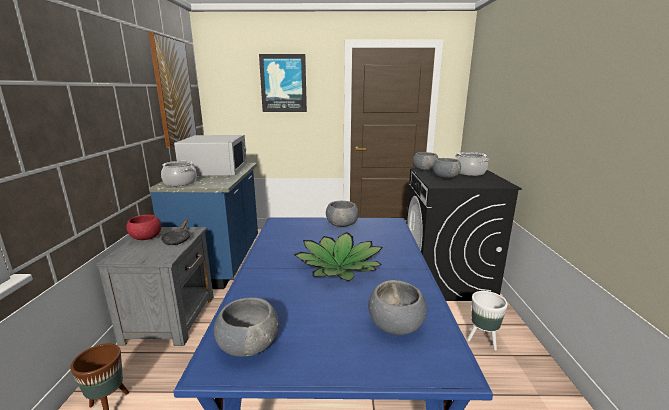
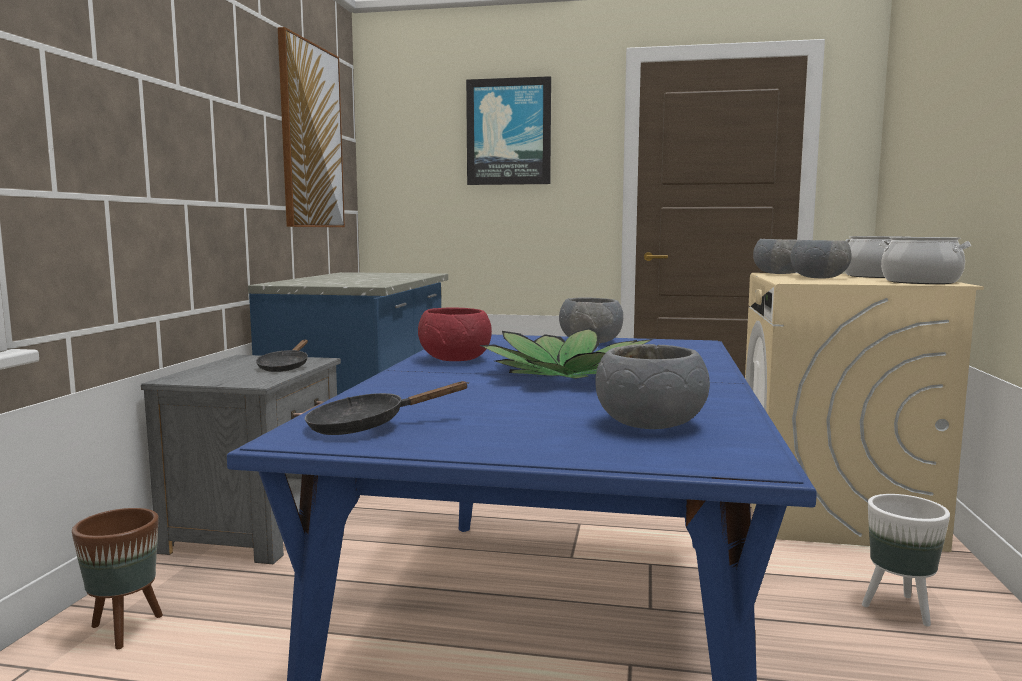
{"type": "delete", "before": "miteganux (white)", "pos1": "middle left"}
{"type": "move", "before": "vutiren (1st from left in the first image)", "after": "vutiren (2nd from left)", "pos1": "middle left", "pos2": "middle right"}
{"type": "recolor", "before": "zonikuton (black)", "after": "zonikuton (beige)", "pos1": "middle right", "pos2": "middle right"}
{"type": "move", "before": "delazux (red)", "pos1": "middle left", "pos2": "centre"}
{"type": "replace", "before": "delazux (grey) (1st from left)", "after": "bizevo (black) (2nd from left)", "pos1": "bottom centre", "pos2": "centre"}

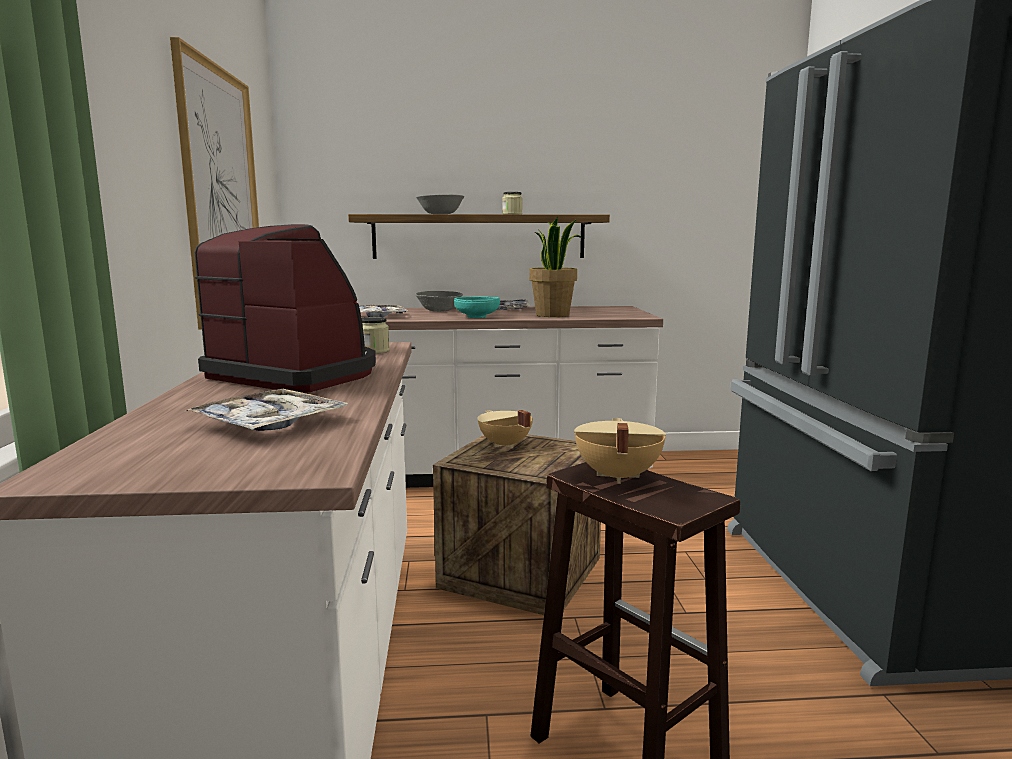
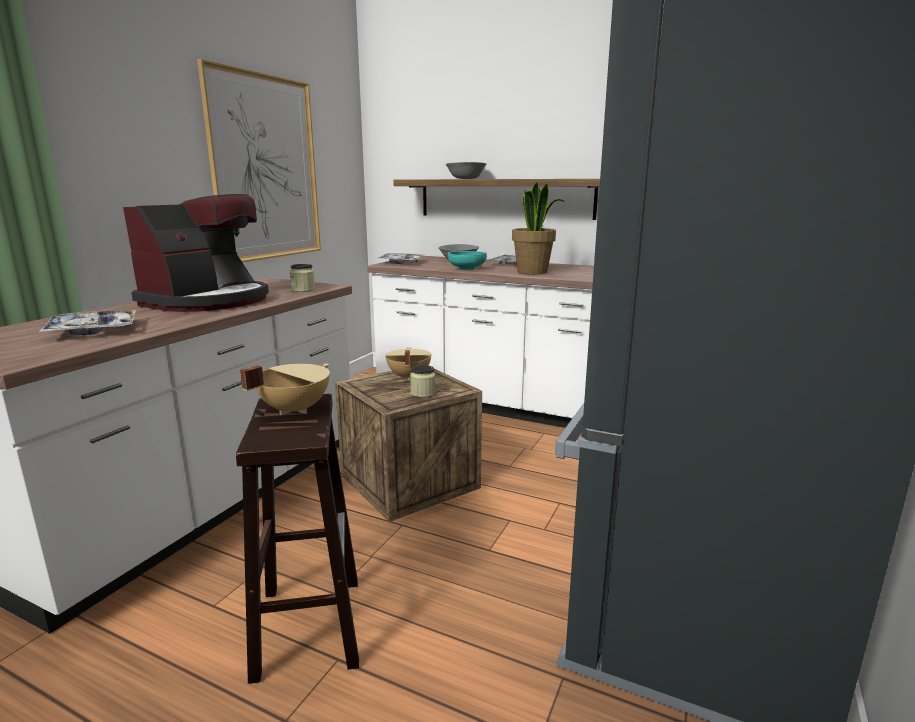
{"type": "move", "before": "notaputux (2nd from left)", "pos1": "top centre", "pos2": "centre"}
{"type": "rotate", "before": "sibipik", "pos1": "middle left", "pos2": "middle left", "turn": 60}

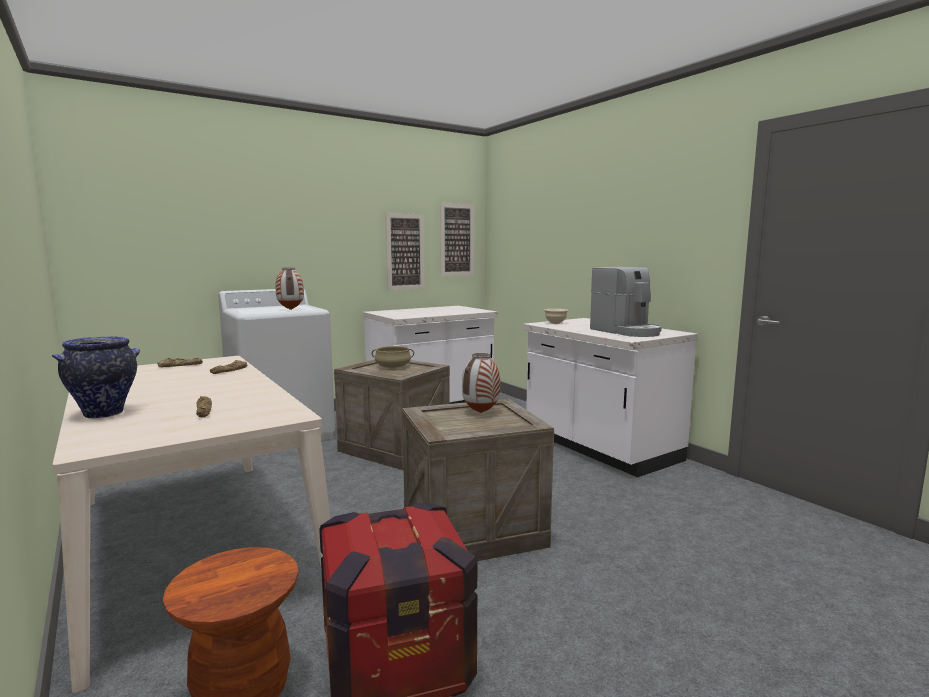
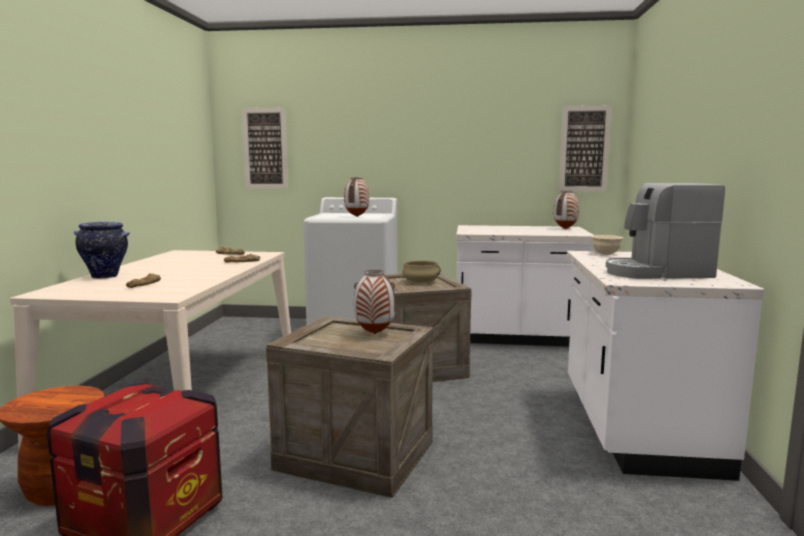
{"type": "move", "before": "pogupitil (1st from left)", "pos1": "centre", "pos2": "top left"}
{"type": "rotate", "before": "sibipik", "pos1": "middle right", "pos2": "middle right", "turn": 75}
{"type": "insert", "after": "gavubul (4th from left)", "pos2": "middle right"}

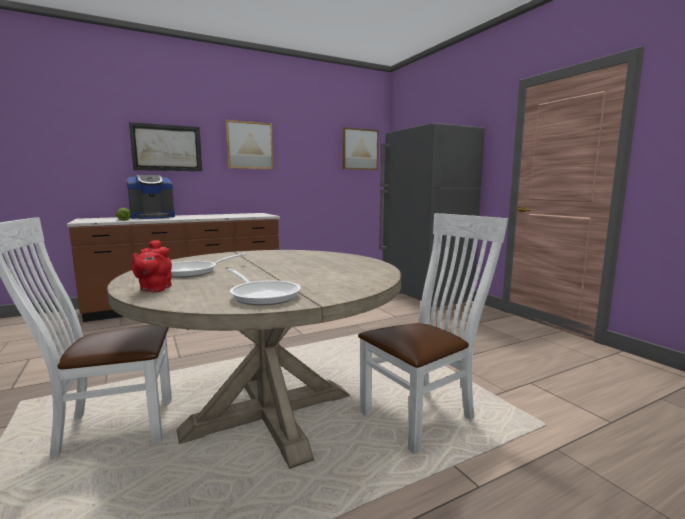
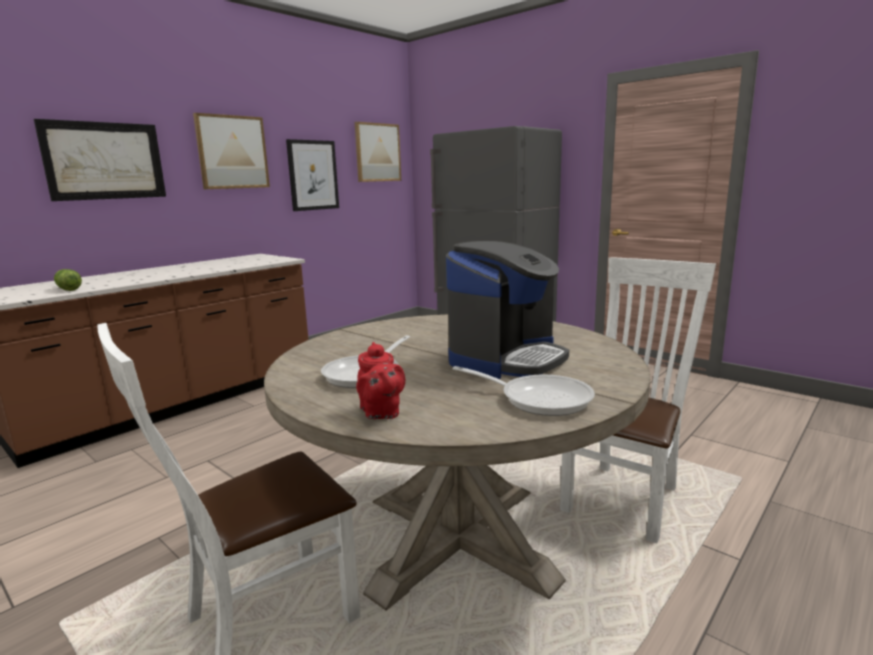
{"type": "move", "before": "sibipik", "pos1": "middle left", "pos2": "centre"}
{"type": "insert", "after": "pogupitil (3rd from left)", "pos2": "top centre"}

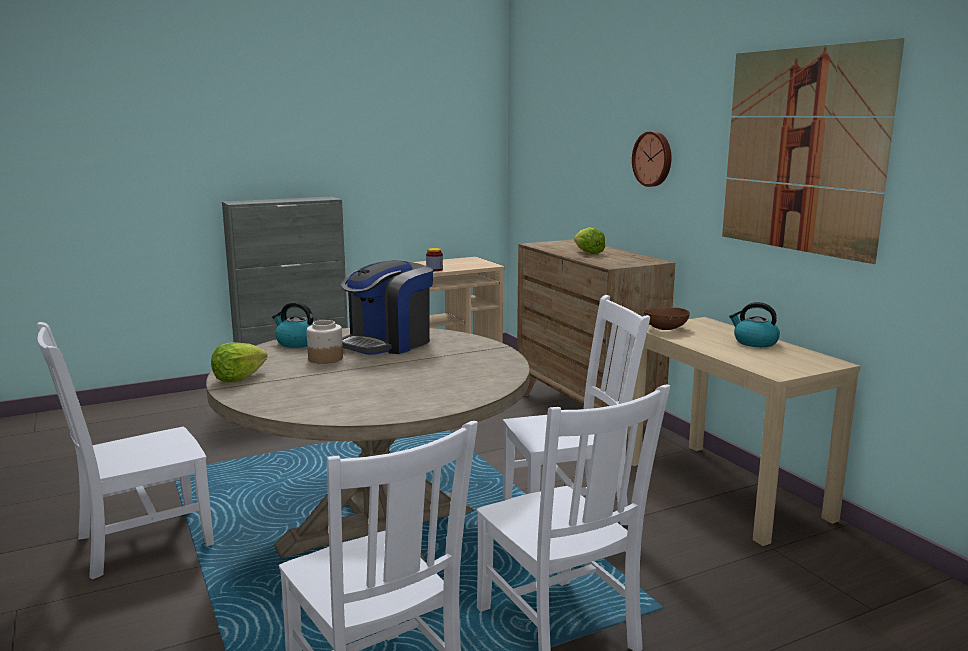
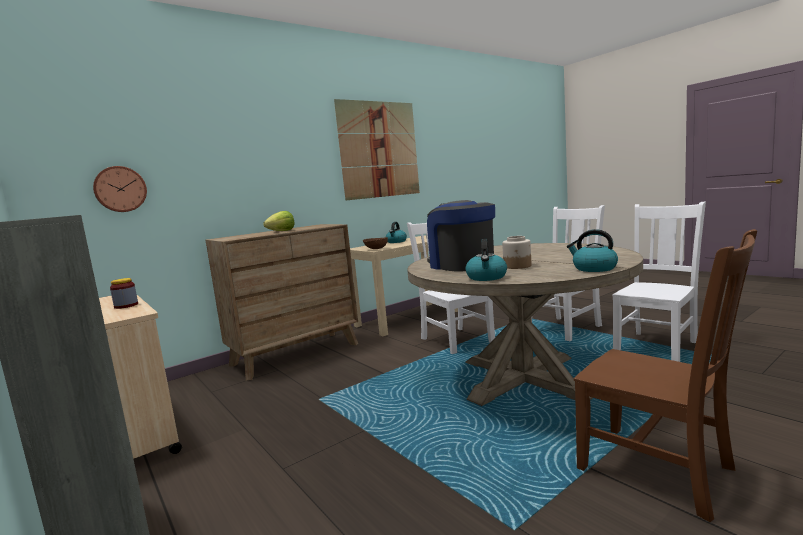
{"type": "move", "before": "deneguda", "pos1": "top right", "pos2": "middle left"}
{"type": "rotate", "before": "sibipik", "pos1": "centre", "pos2": "centre", "turn": -150}
{"type": "recolor", "before": "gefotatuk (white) (1st from left)", "after": "gefotatuk (brown)", "pos1": "bottom left", "pos2": "bottom right"}
{"type": "replace", "before": "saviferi (1st from left)", "after": "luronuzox (3rd from left)", "pos1": "middle left", "pos2": "middle right"}

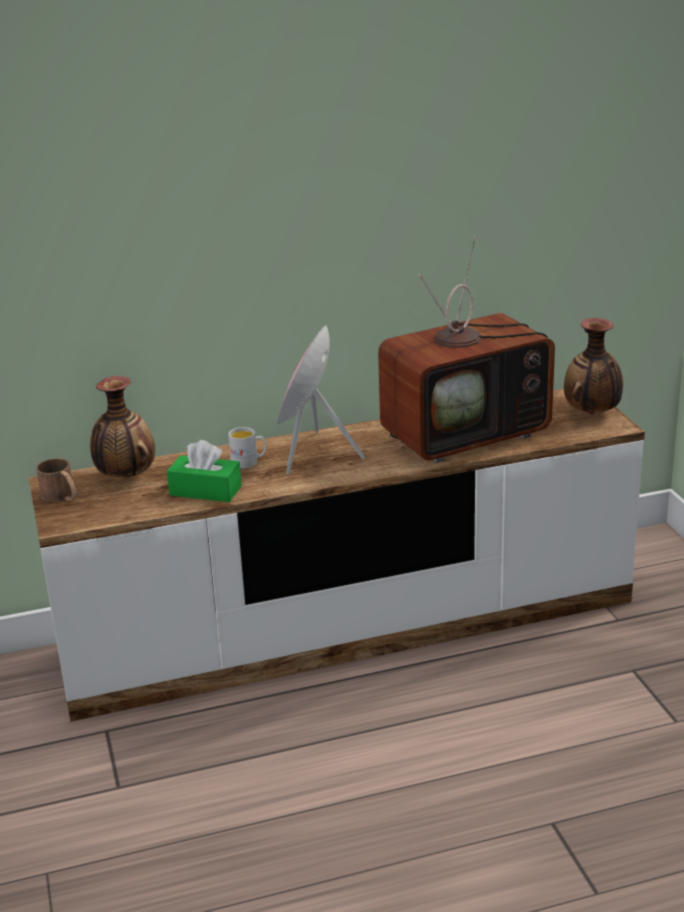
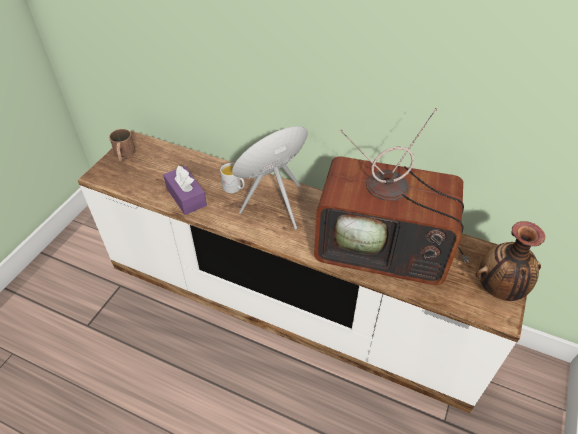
{"type": "delete", "before": "gavubul (1st from left)", "pos1": "middle left"}
{"type": "recolor", "before": "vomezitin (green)", "after": "vomezitin (purple)", "pos1": "middle left", "pos2": "middle left"}

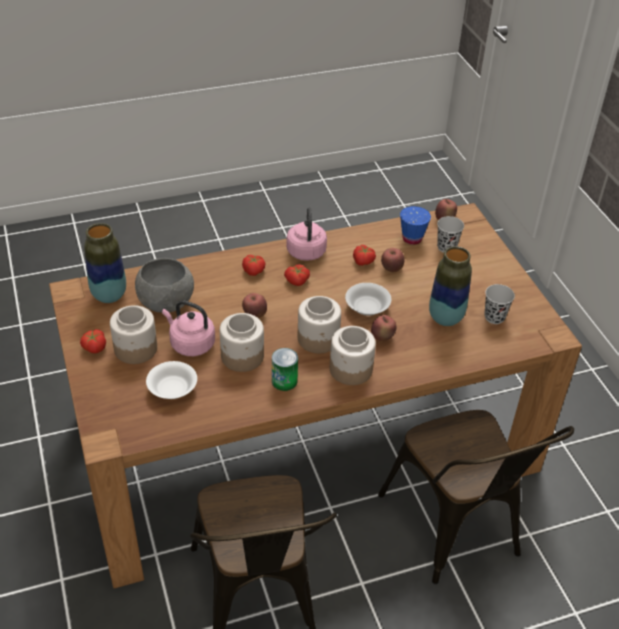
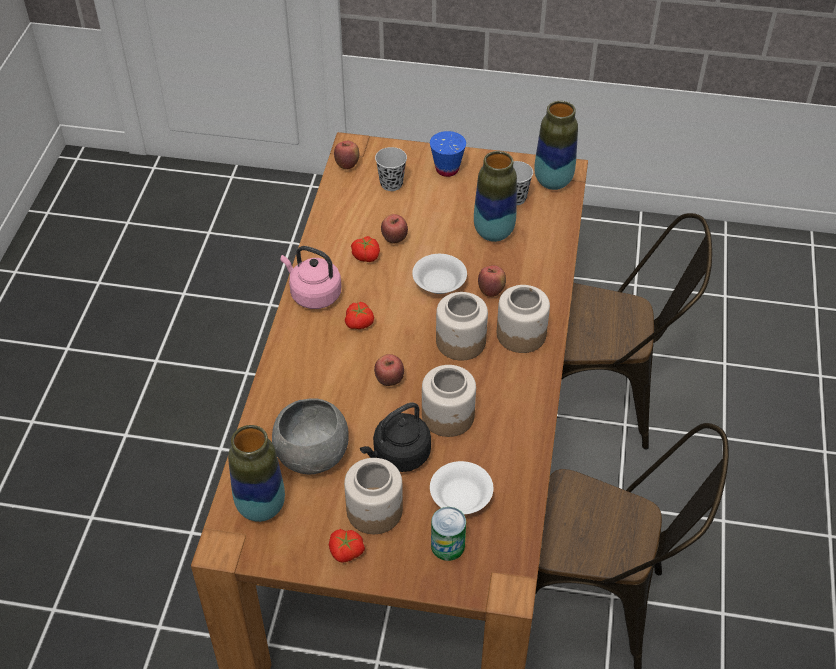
{"type": "move", "before": "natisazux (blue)", "pos1": "middle right", "pos2": "top centre"}
{"type": "delete", "before": "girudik (2nd from left)", "pos1": "centre"}
{"type": "recolor", "before": "luronuzox (pink) (1st from left)", "after": "luronuzox (black)", "pos1": "middle left", "pos2": "centre"}
{"type": "move", "before": "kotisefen", "pos1": "centre", "pos2": "bottom centre"}
{"type": "insert", "after": "gavubul (3rd from left)", "pos2": "top centre"}

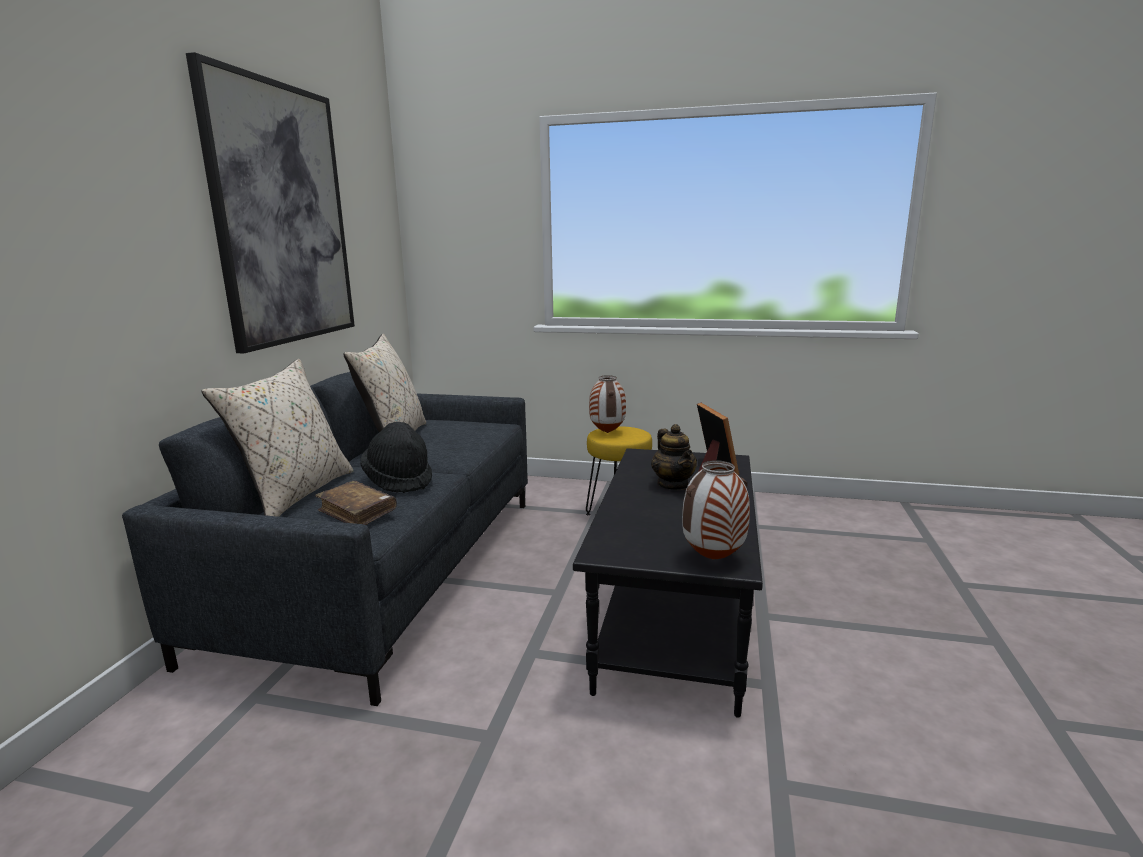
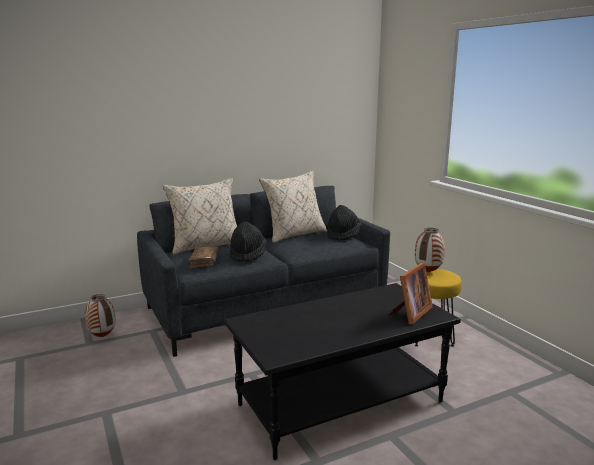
{"type": "delete", "before": "pogupitil", "pos1": "top left"}
{"type": "delete", "before": "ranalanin", "pos1": "centre"}
{"type": "move", "before": "gavubul (2nd from left in the first image)", "after": "gavubul (1st from left)", "pos1": "centre", "pos2": "bottom left"}
{"type": "insert", "after": "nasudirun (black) (2nd from left)", "pos2": "centre"}

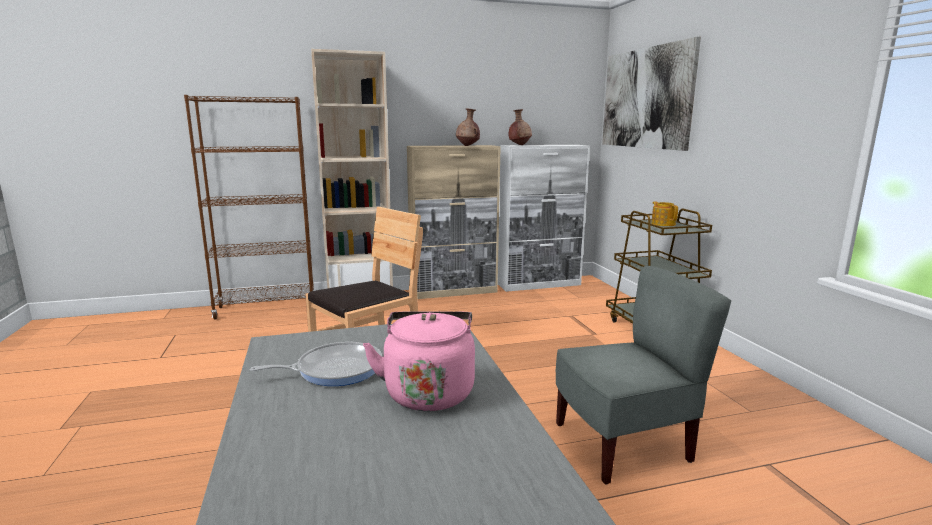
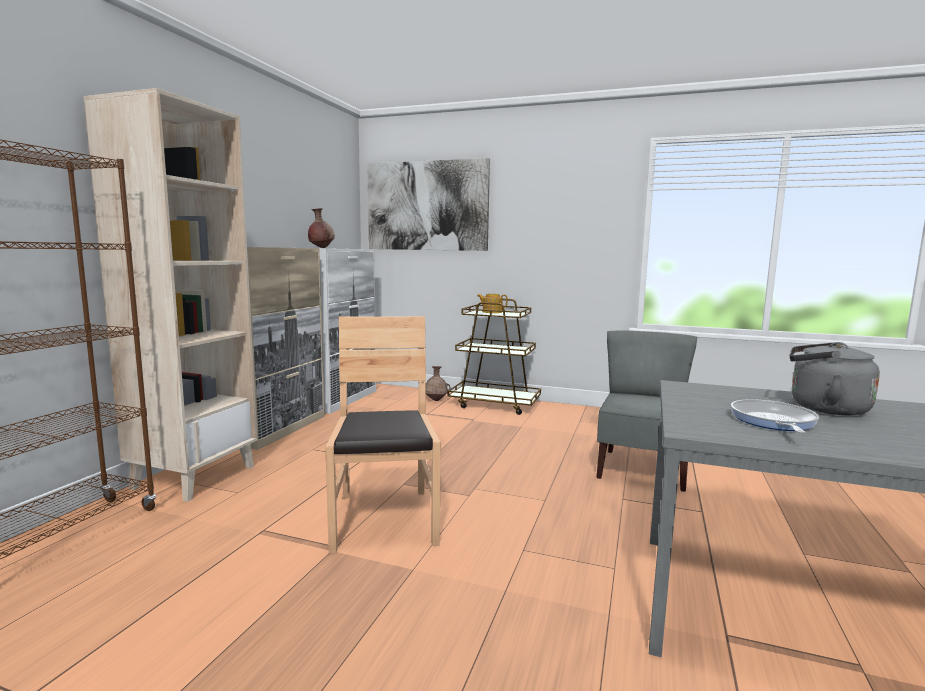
{"type": "move", "before": "gavubul (brown) (1st from left in the first image)", "after": "gavubul (brown) (2nd from left)", "pos1": "top centre", "pos2": "centre"}
{"type": "recolor", "before": "luronuzox (pink)", "after": "luronuzox (grey)", "pos1": "bottom centre", "pos2": "middle right"}

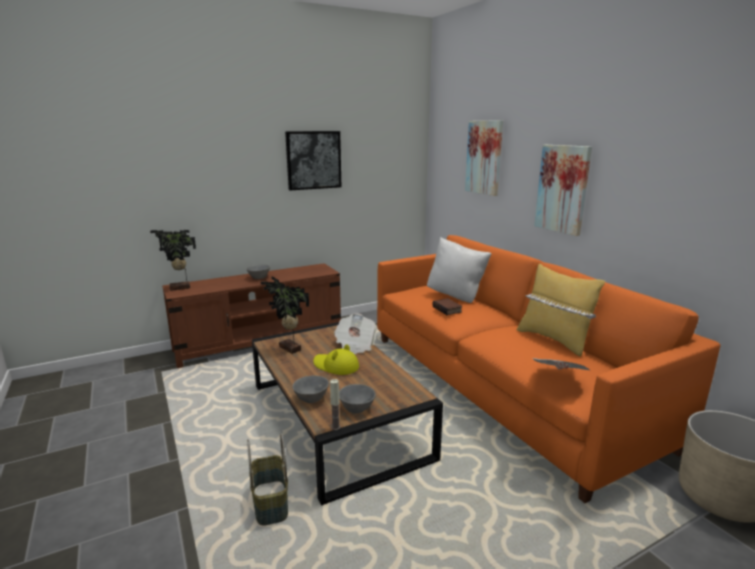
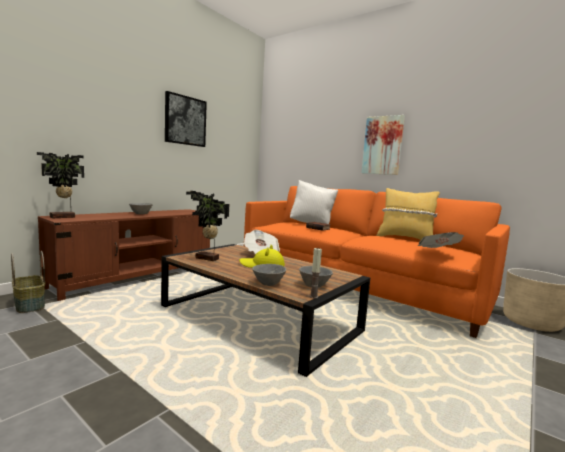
{"type": "delete", "before": "pogupitil (2nd from left)", "pos1": "top centre"}
{"type": "move", "before": "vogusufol", "pos1": "bottom centre", "pos2": "middle left"}

